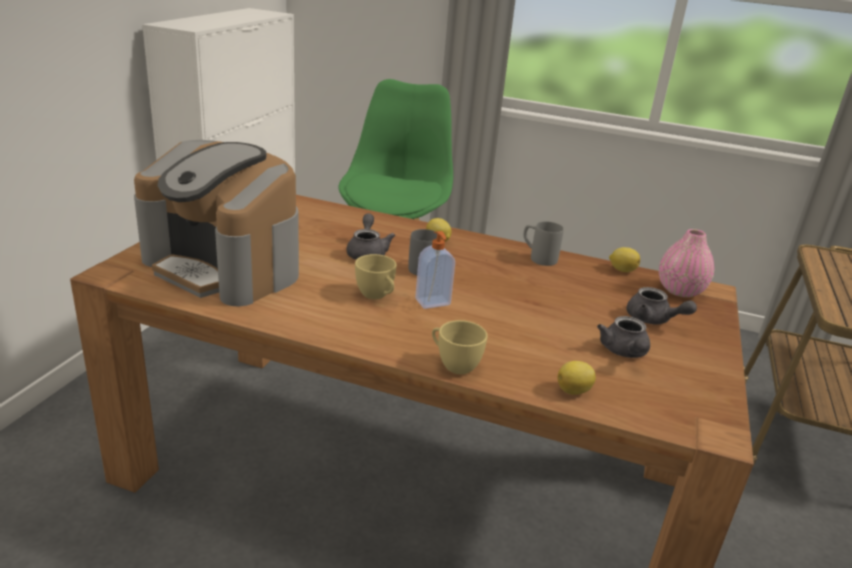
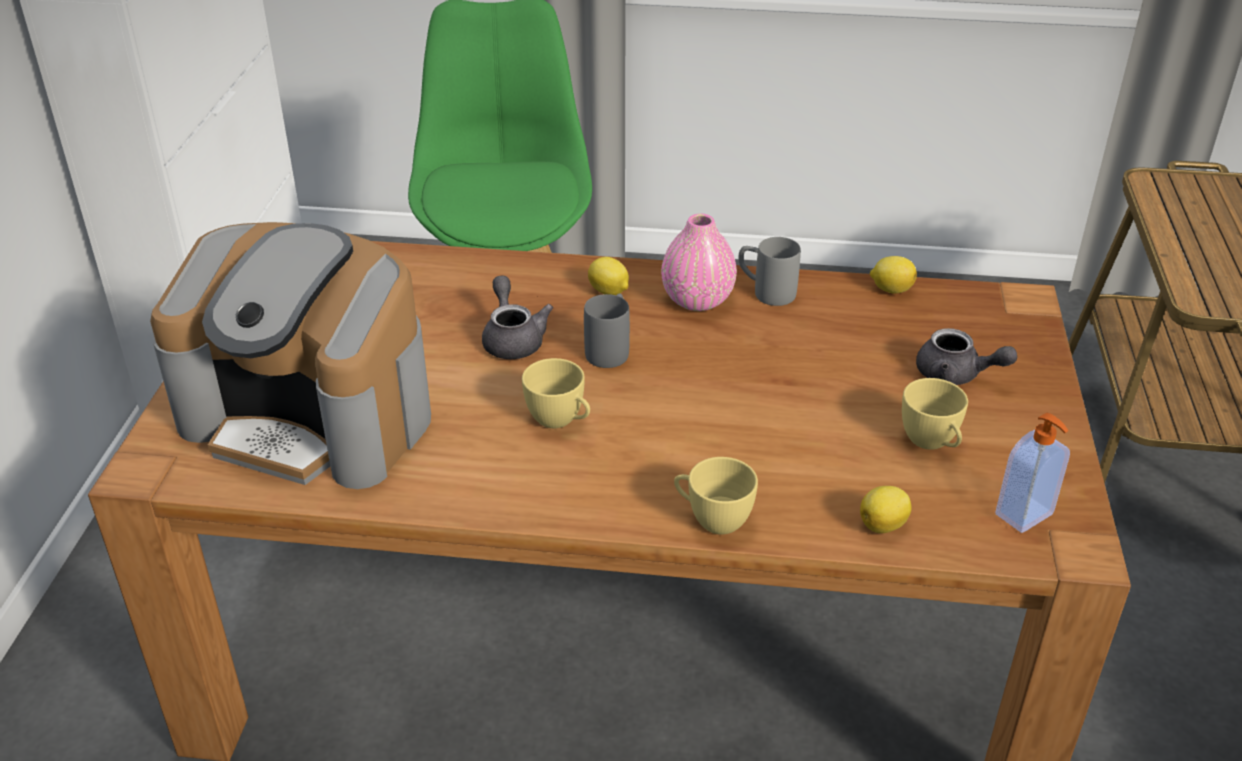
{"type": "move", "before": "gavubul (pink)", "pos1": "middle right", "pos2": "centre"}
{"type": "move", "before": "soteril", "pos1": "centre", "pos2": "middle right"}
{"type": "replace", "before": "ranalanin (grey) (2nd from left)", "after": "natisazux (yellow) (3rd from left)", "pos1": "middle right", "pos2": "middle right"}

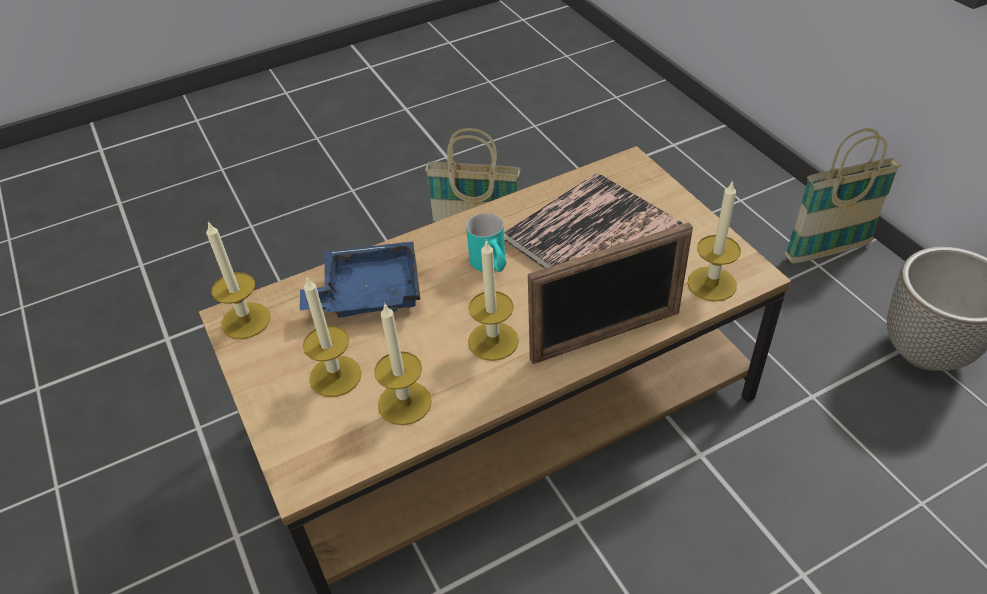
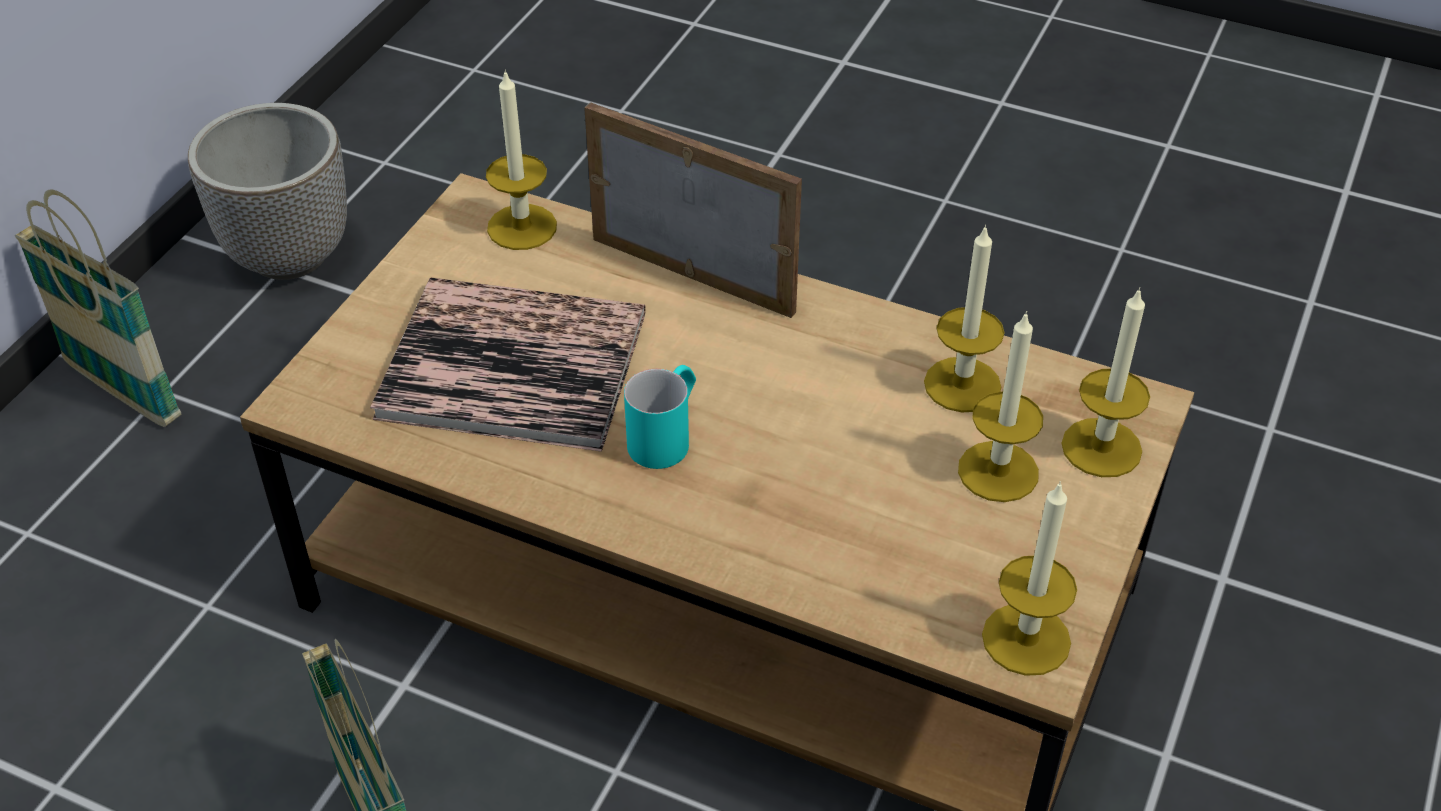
{"type": "move", "before": "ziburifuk (4th from left in the first image)", "after": "ziburifuk (5th from left)", "pos1": "centre", "pos2": "middle right"}
{"type": "delete", "before": "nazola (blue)", "pos1": "centre"}

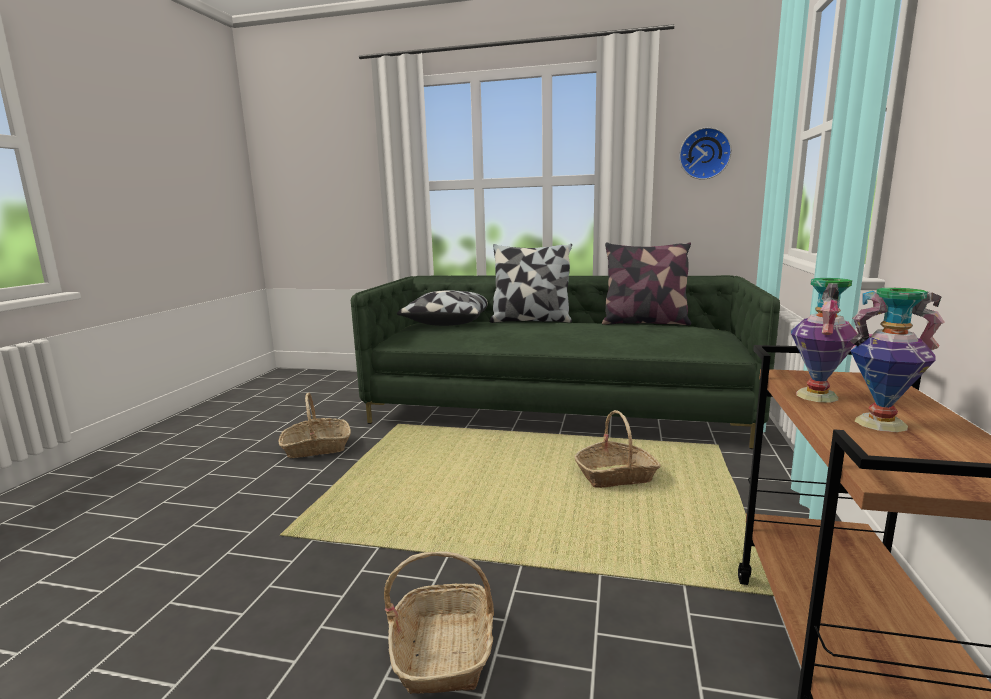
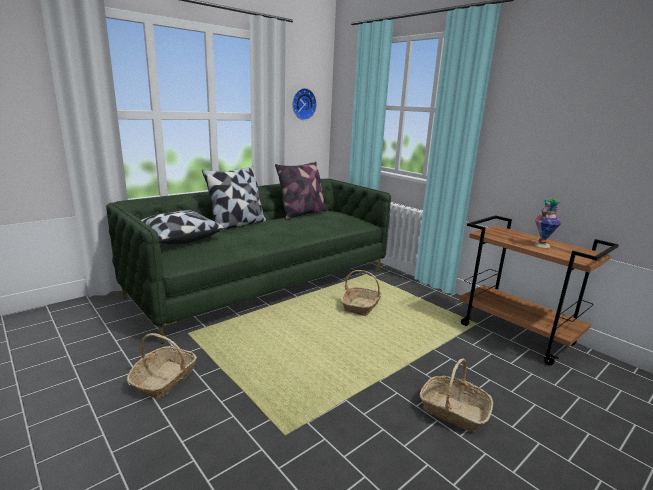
{"type": "delete", "before": "gavubul (1st from left)", "pos1": "middle right"}

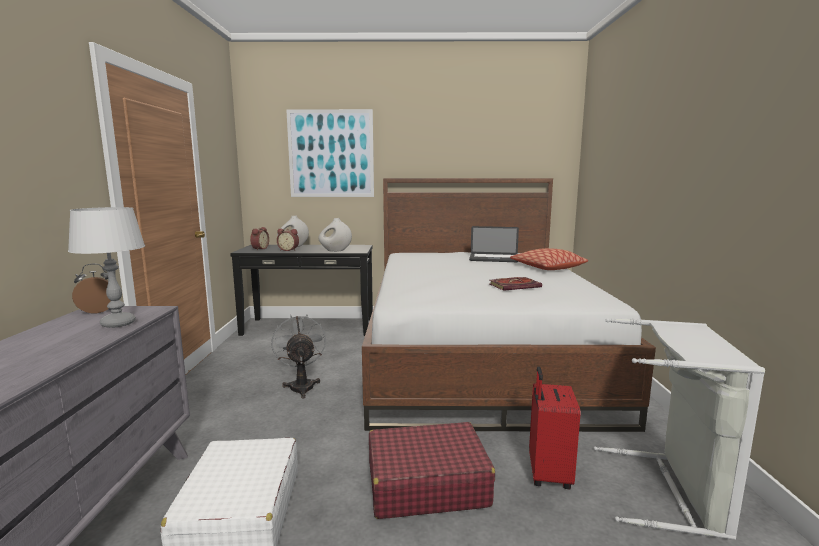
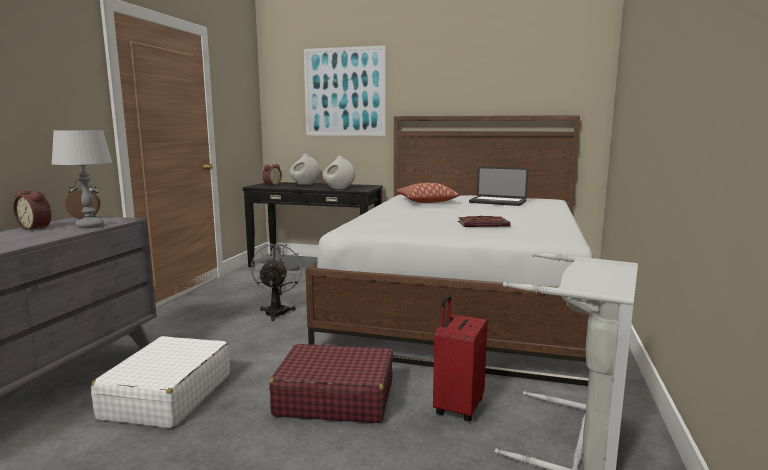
{"type": "move", "before": "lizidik (3rd from left in the first image)", "after": "lizidik (1st from left)", "pos1": "centre", "pos2": "middle left"}
{"type": "move", "before": "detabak", "pos1": "middle right", "pos2": "centre"}

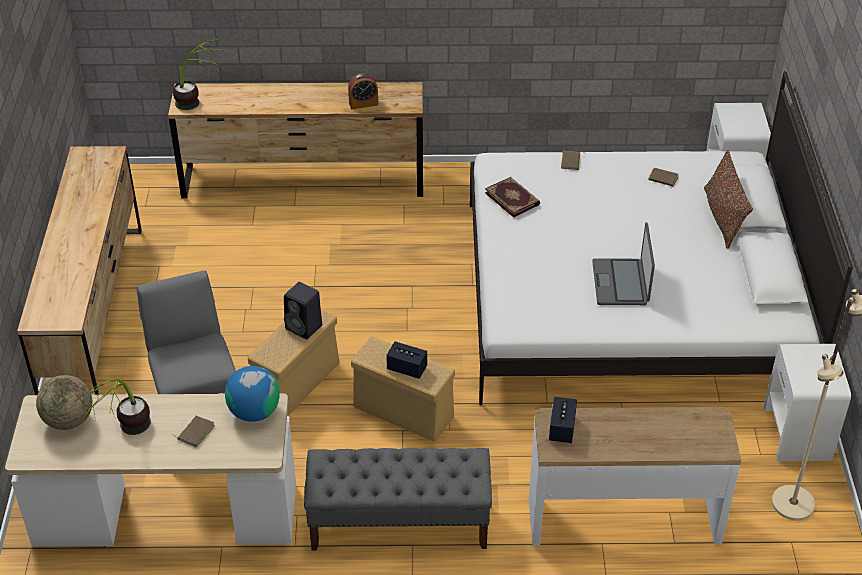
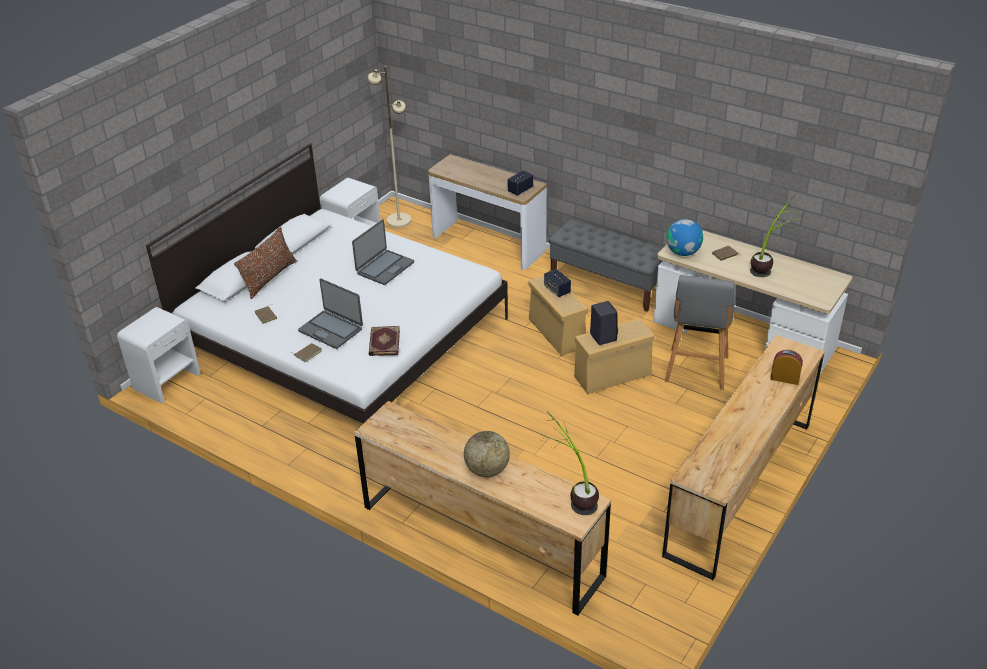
{"type": "move", "before": "lizidik", "pos1": "top centre", "pos2": "middle right"}
{"type": "move", "before": "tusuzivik (1st from left)", "pos1": "bottom left", "pos2": "bottom centre"}
{"type": "insert", "after": "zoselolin (1st from left)", "pos2": "centre"}

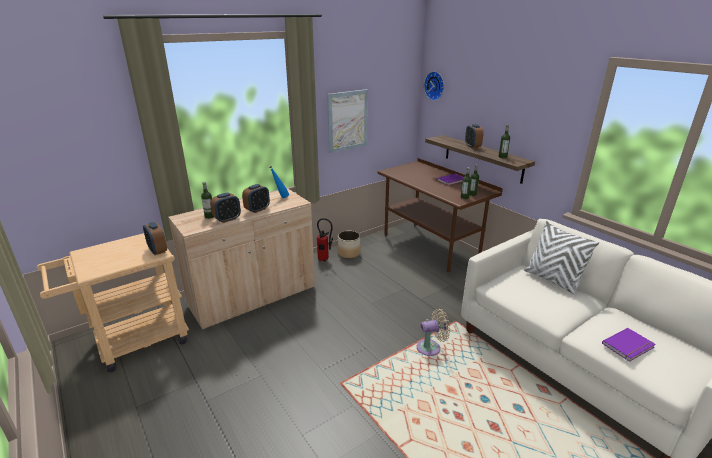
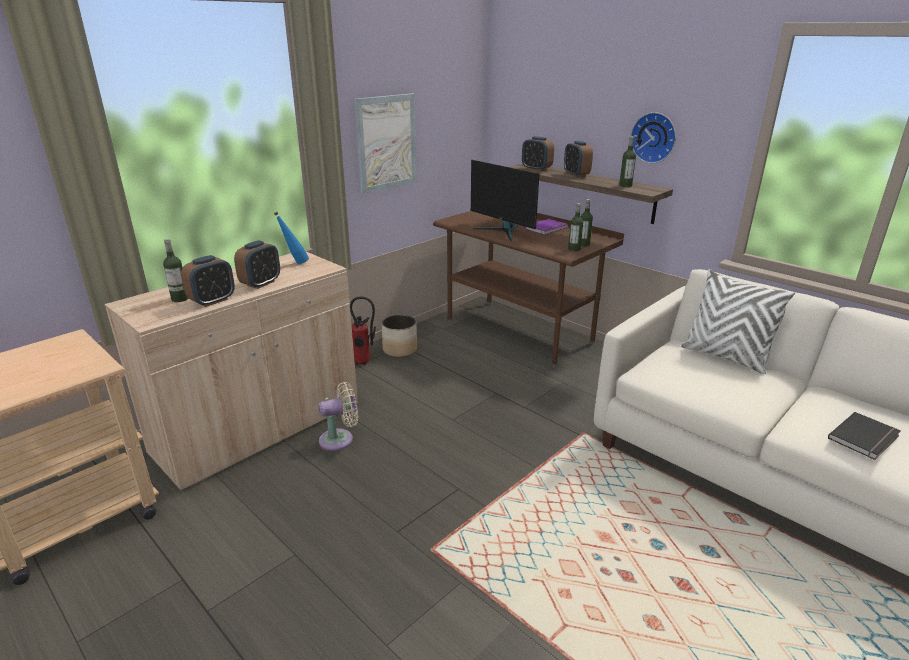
{"type": "move", "before": "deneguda", "pos1": "top centre", "pos2": "top right"}
{"type": "move", "before": "lizidik (1st from left in the first image)", "after": "lizidik (3rd from left)", "pos1": "middle left", "pos2": "top centre"}
{"type": "move", "before": "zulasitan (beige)", "pos1": "bottom centre", "pos2": "centre"}
{"type": "recolor", "before": "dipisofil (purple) (2nd from left)", "after": "dipisofil (black)", "pos1": "bottom right", "pos2": "middle right"}
{"type": "insert", "after": "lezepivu", "pos2": "top centre"}

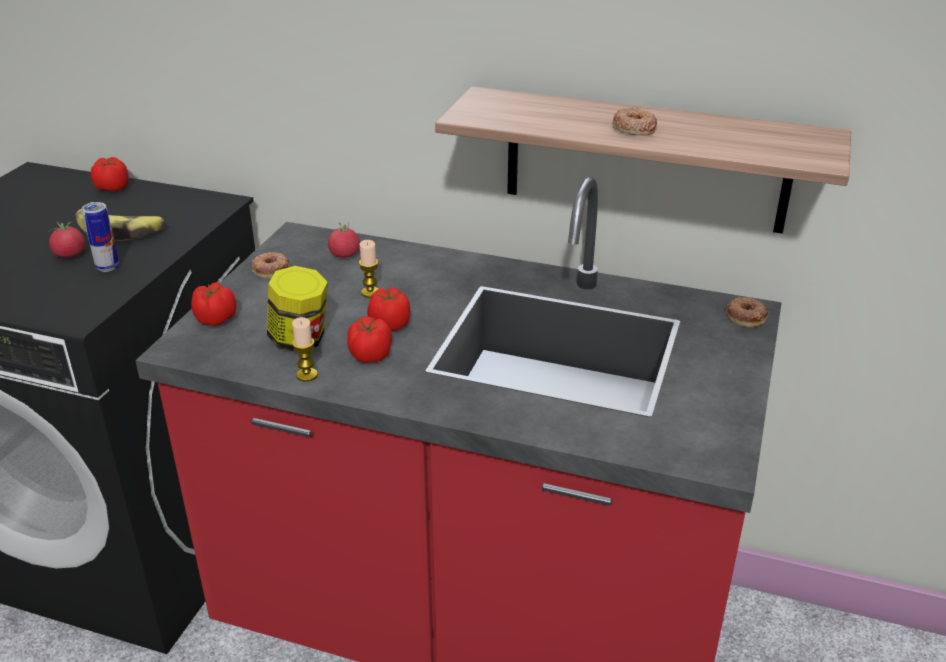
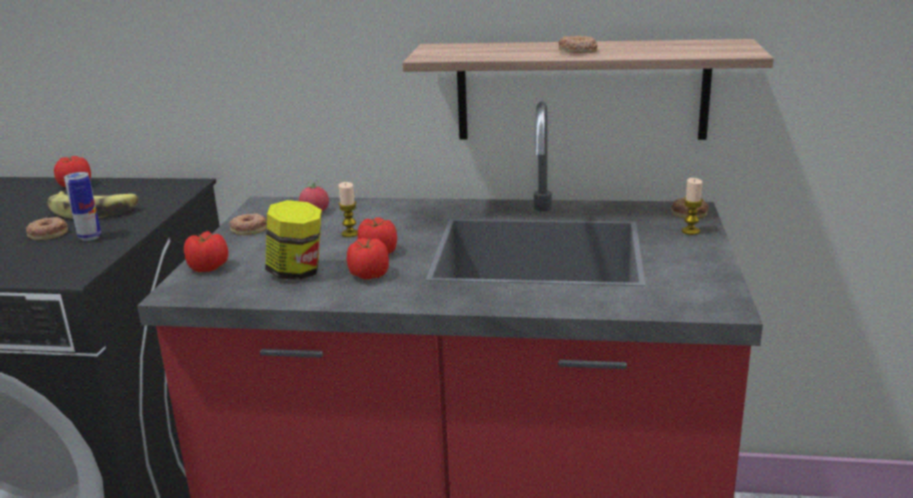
{"type": "replace", "before": "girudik (1st from left)", "after": "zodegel (1st from left)", "pos1": "middle left", "pos2": "middle left"}
{"type": "move", "before": "ziburifuk (1st from left in the first image)", "after": "ziburifuk (2nd from left)", "pos1": "middle left", "pos2": "middle right"}

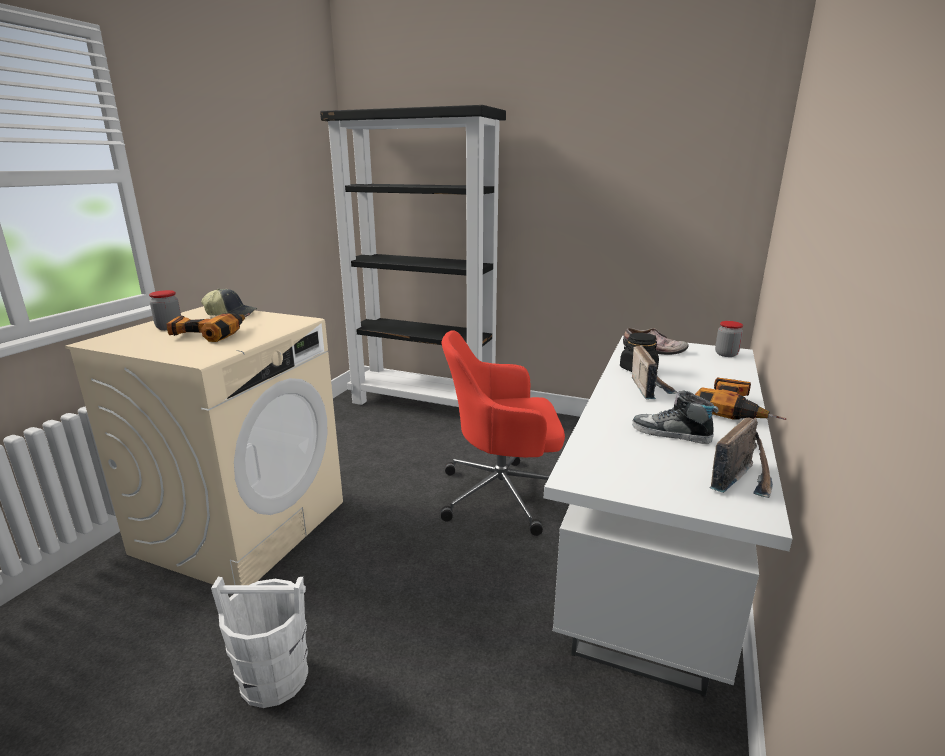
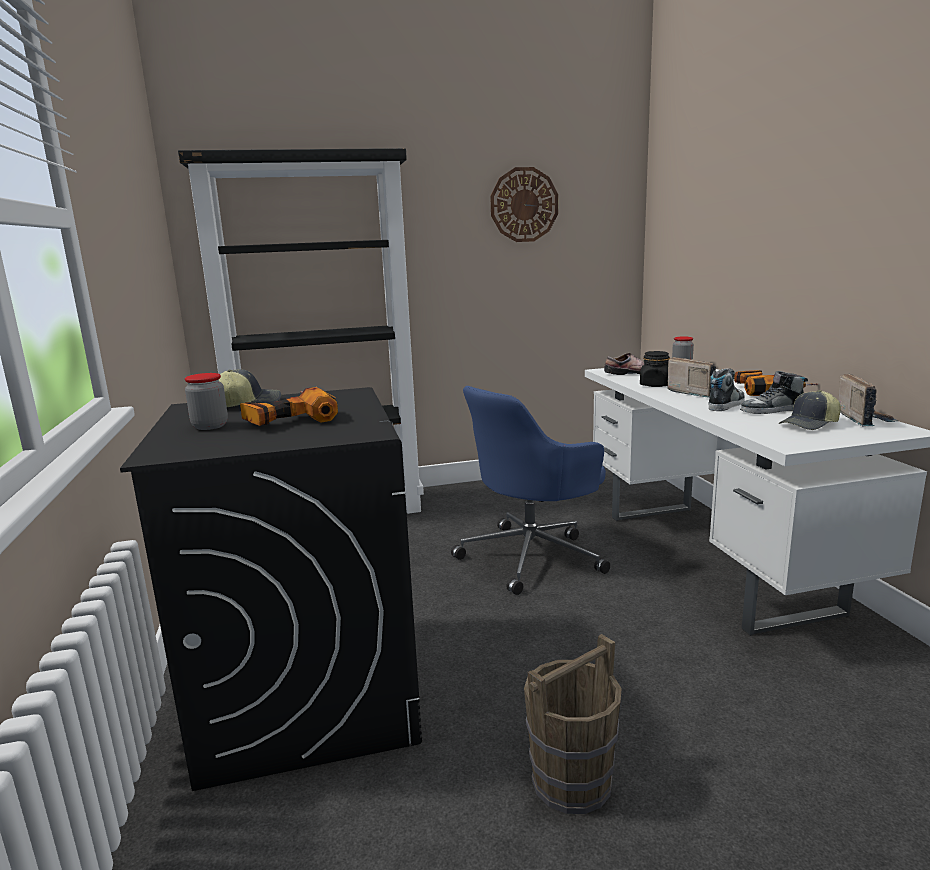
{"type": "recolor", "before": "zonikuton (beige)", "after": "zonikuton (black)", "pos1": "middle left", "pos2": "bottom left"}
{"type": "recolor", "before": "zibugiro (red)", "after": "zibugiro (blue)", "pos1": "centre", "pos2": "centre"}
{"type": "recolor", "before": "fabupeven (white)", "after": "fabupeven (brown)", "pos1": "bottom left", "pos2": "bottom centre"}
{"type": "insert", "after": "deneguda", "pos2": "top centre"}
{"type": "insert", "after": "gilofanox (2nd from left)", "pos2": "middle right"}
{"type": "insert", "after": "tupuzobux (2nd from left)", "pos2": "middle right"}

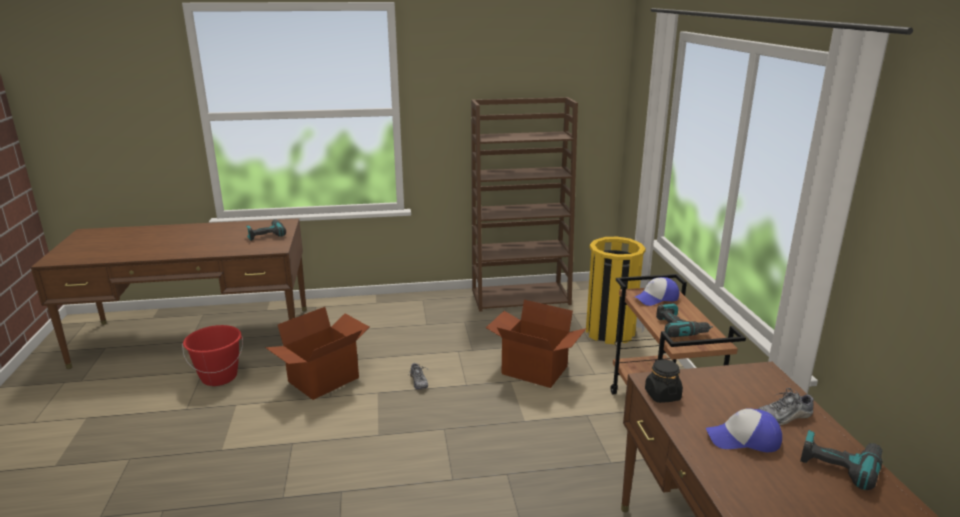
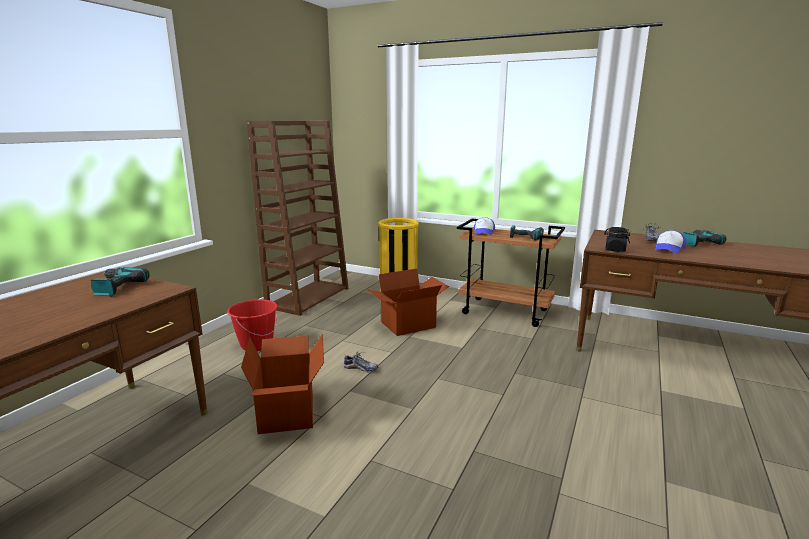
{"type": "move", "before": "fabupeven (red)", "pos1": "bottom left", "pos2": "middle left"}

